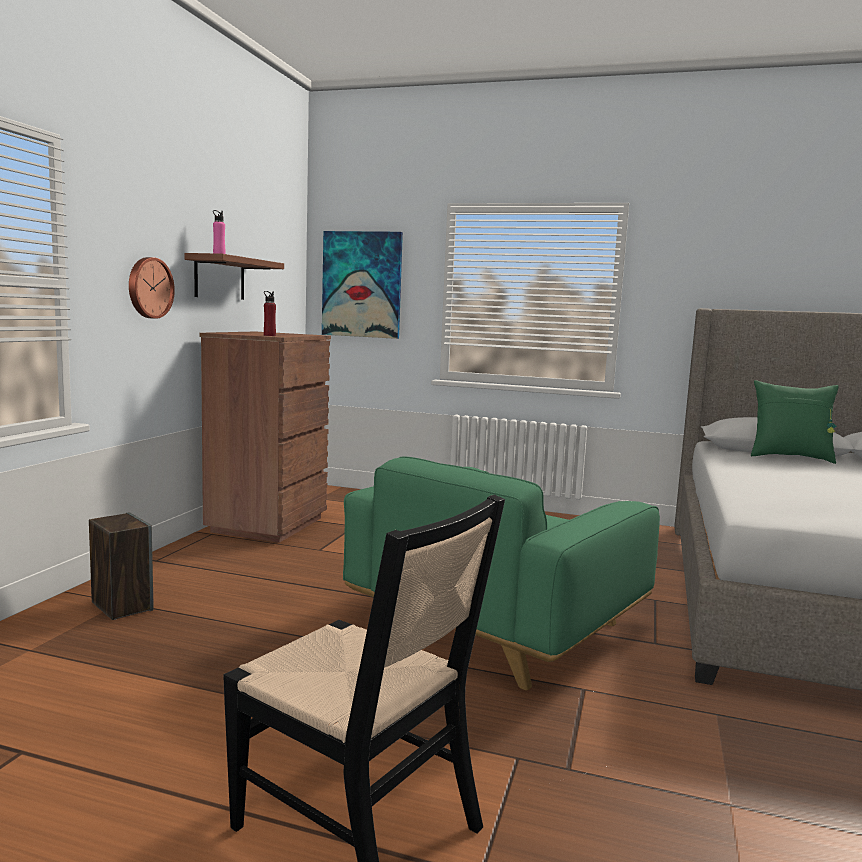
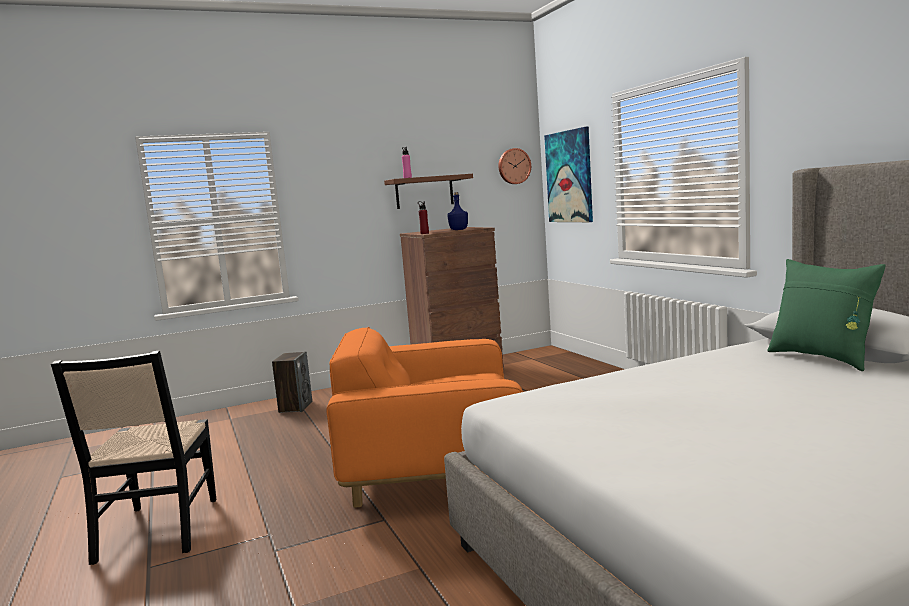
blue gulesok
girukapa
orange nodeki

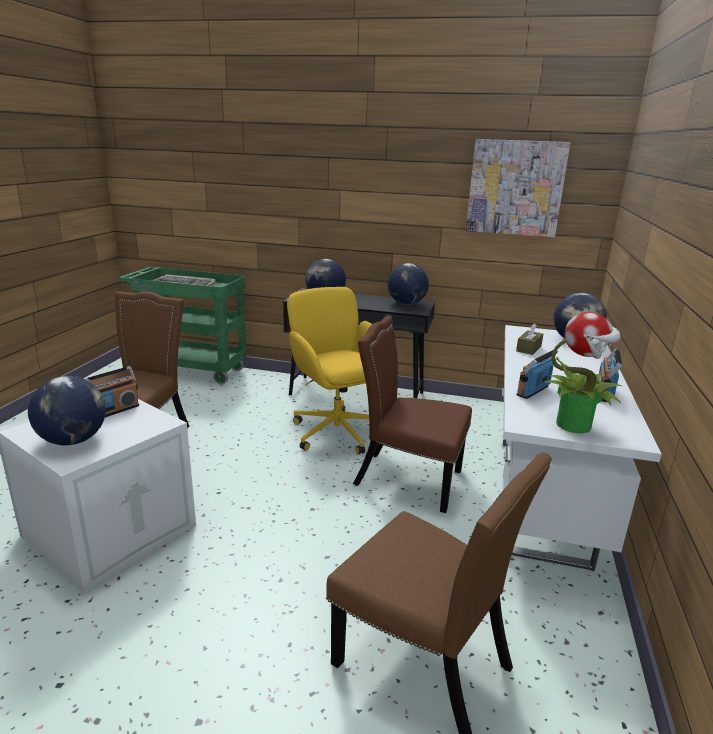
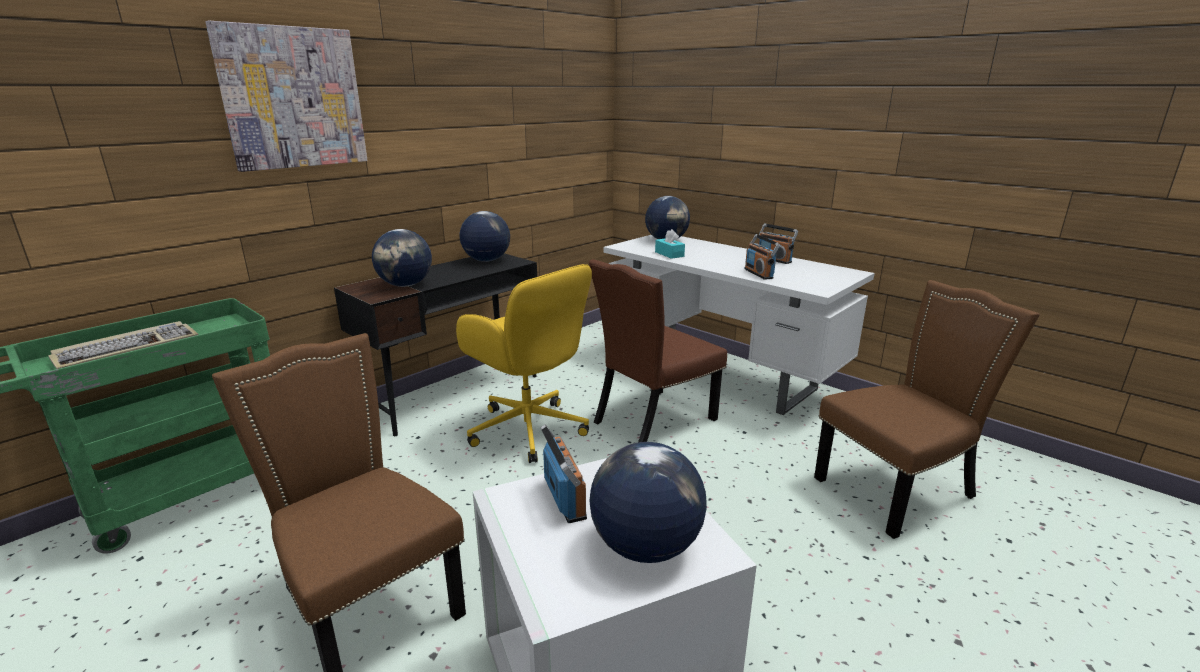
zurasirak
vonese
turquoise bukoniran
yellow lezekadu

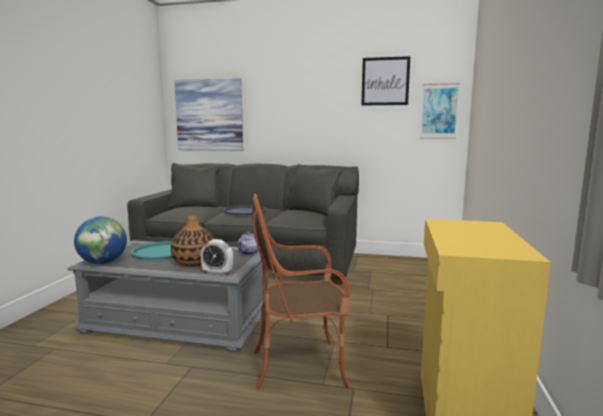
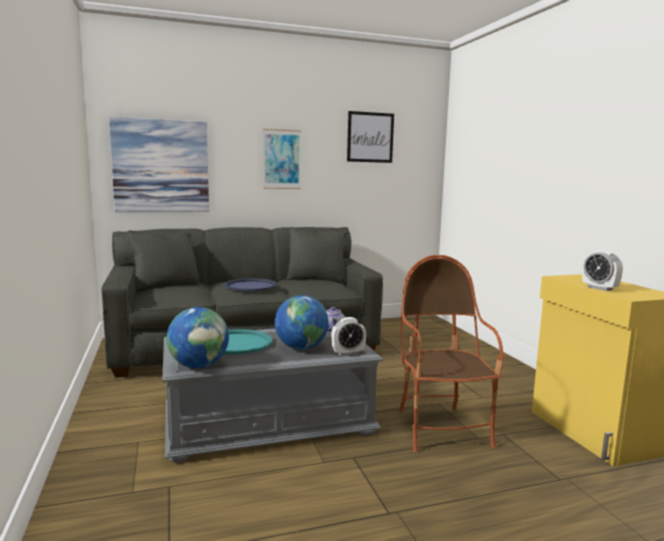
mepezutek (2nd from left)
vonese (2nd from left)
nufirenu (2nd from left)
nodeki

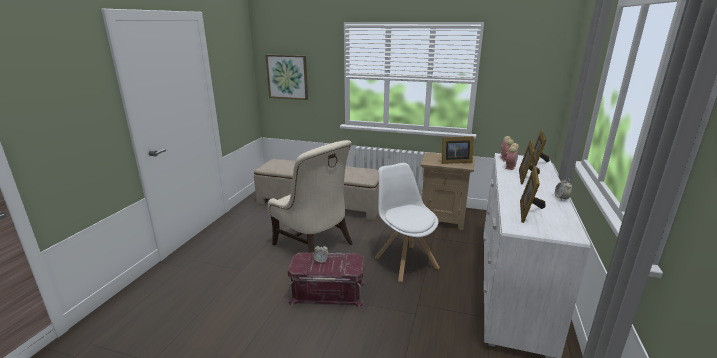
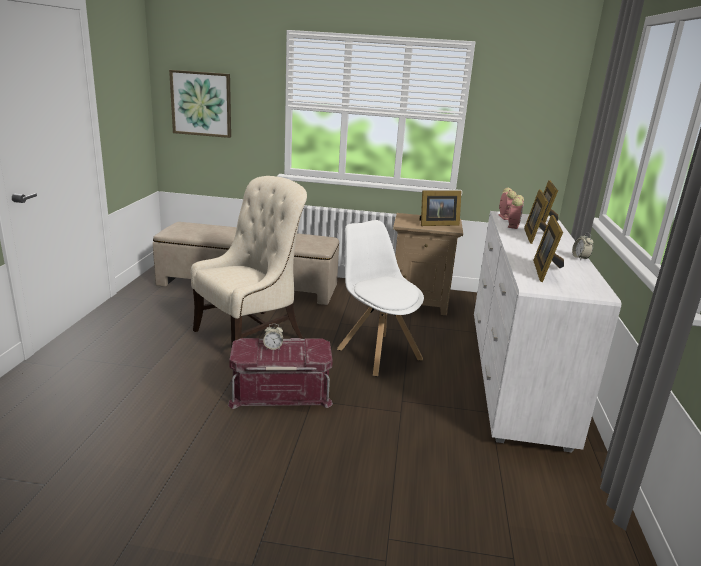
beige nodeki

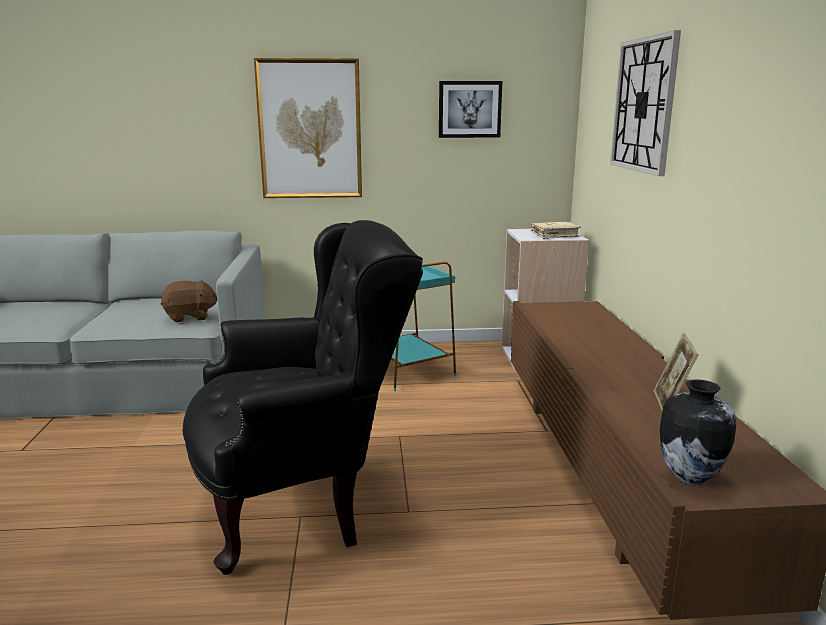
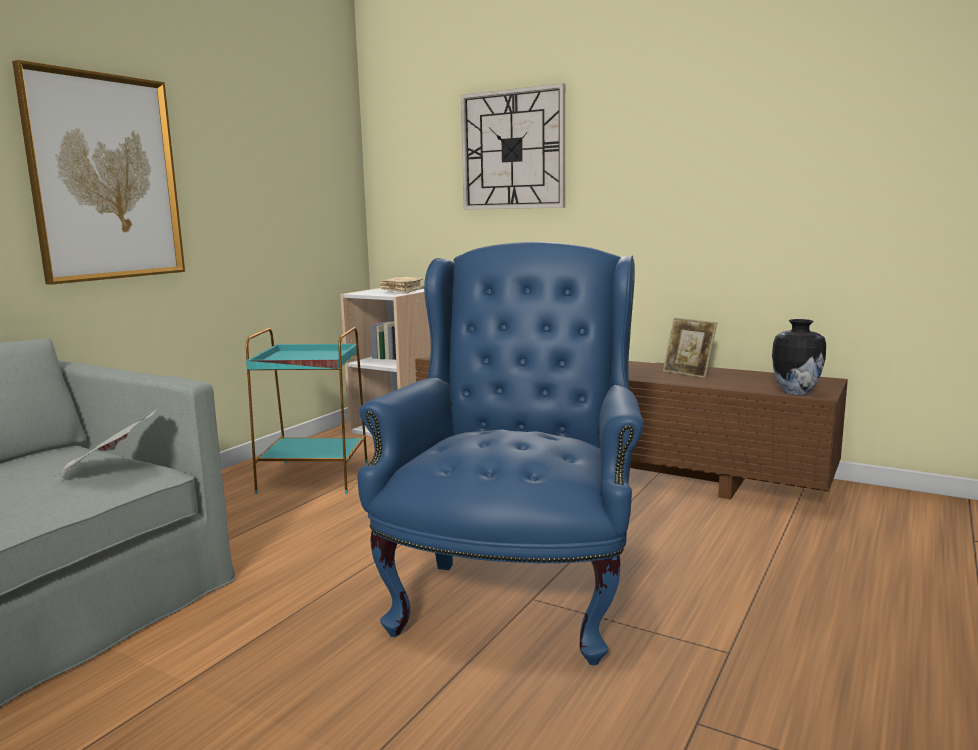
vonese (2nd from left in the first image)
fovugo
blue nodeki

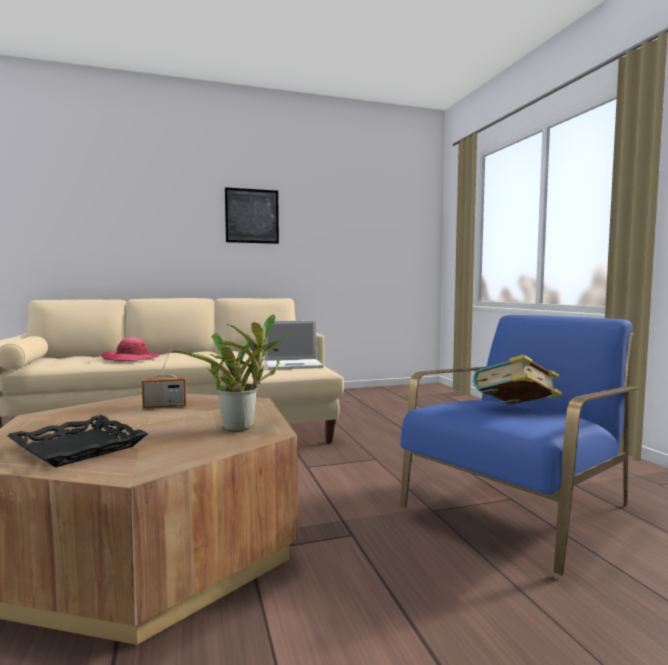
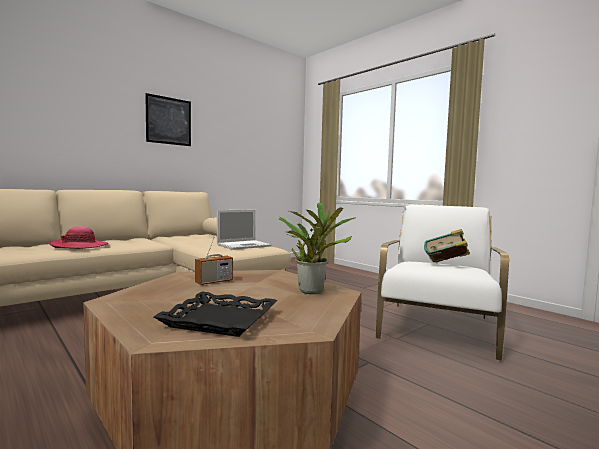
white nodeki

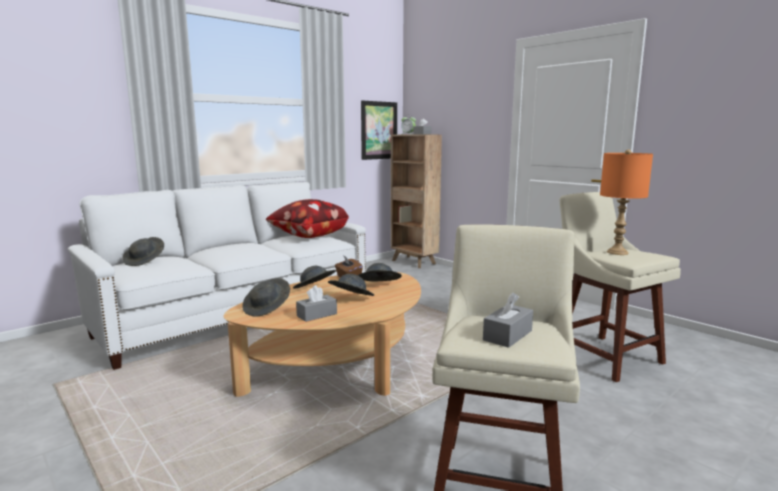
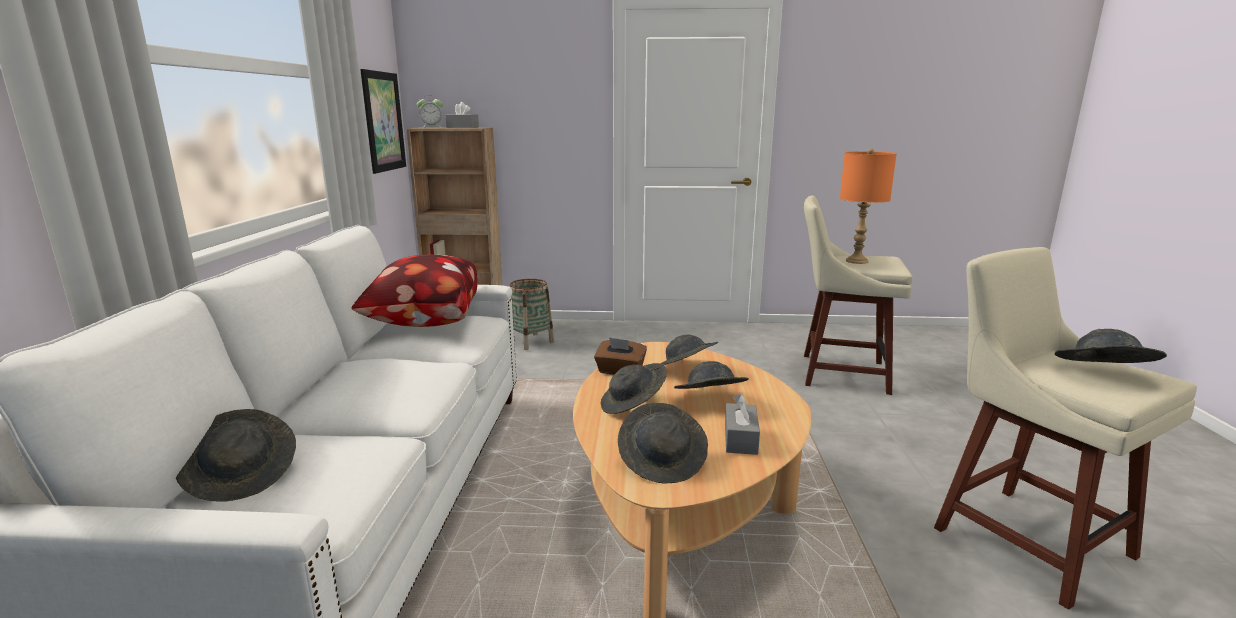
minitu
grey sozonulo (6th from left)

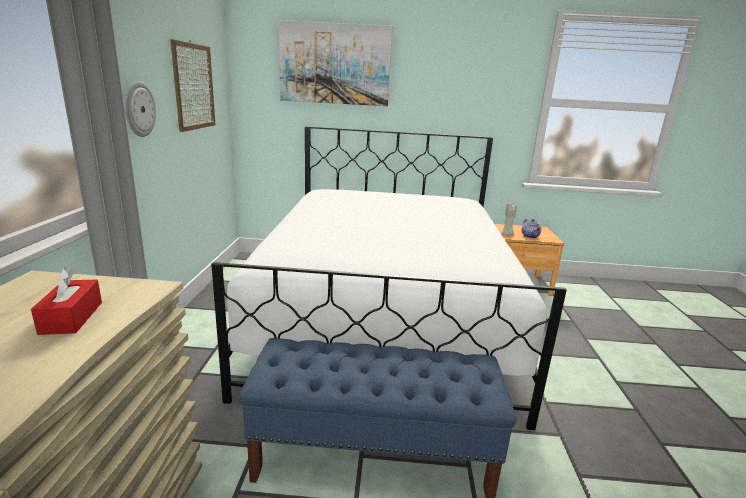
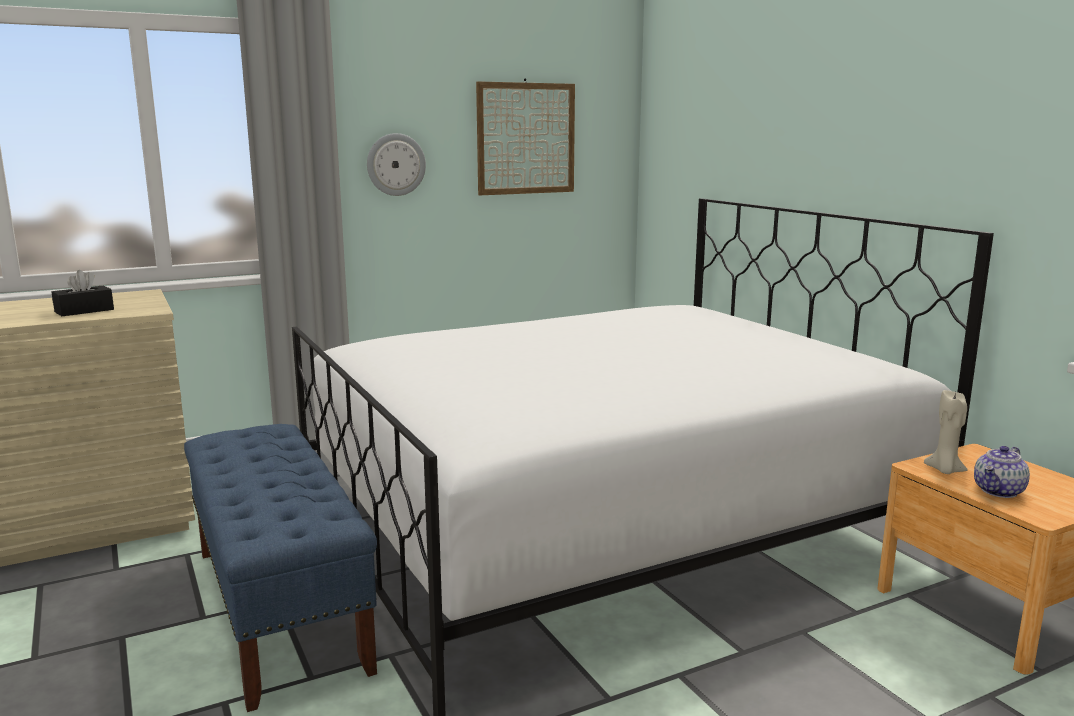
vonese (2nd from left in the first image)
black bukoniran

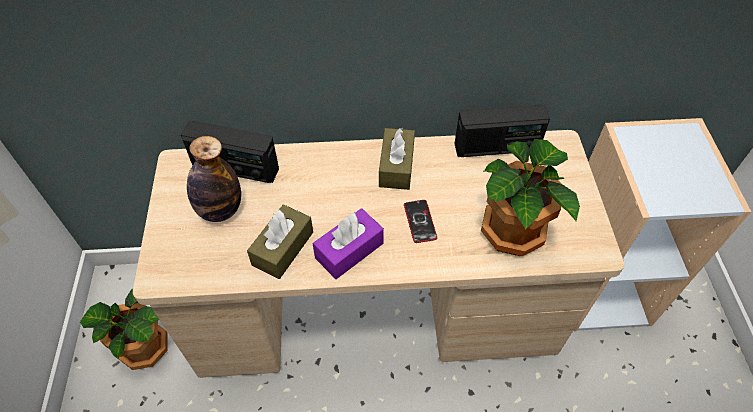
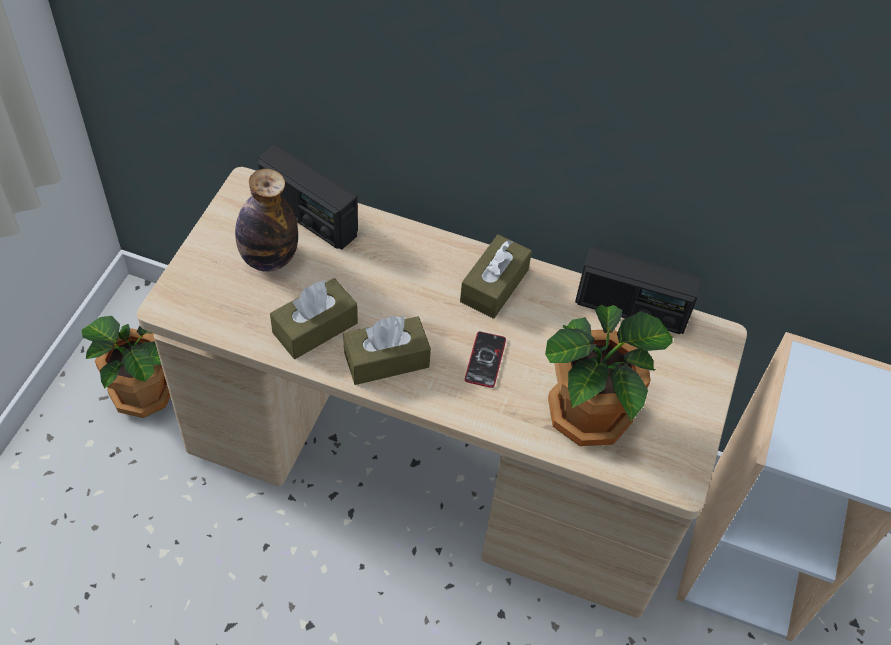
brown bukoniran (2nd from left)

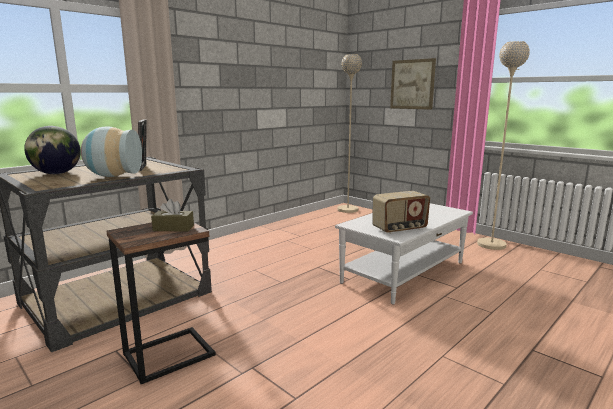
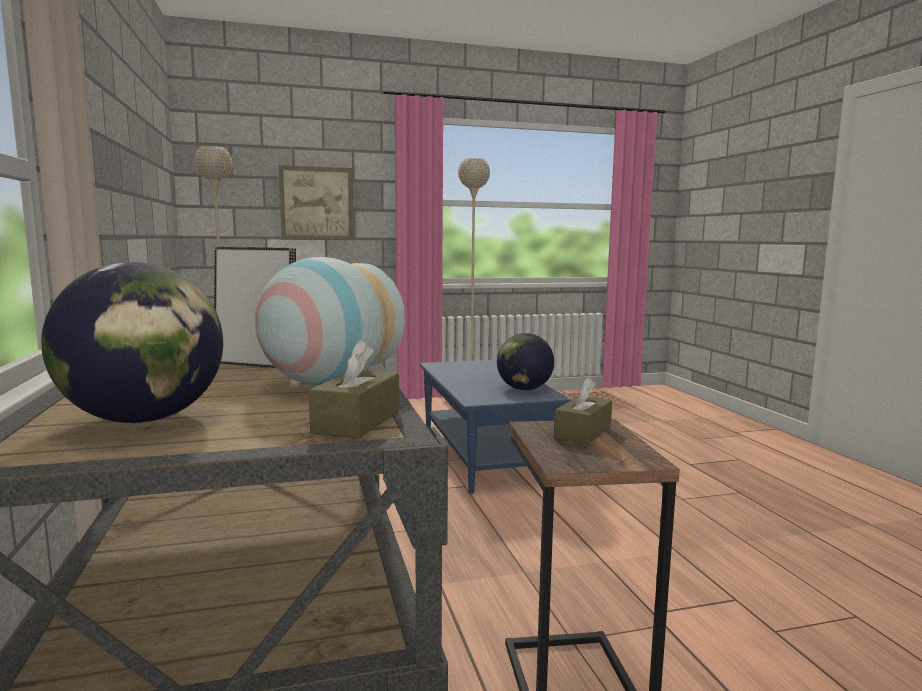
brown bukoniran (1st from left)
nufirenu (2nd from left)
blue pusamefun

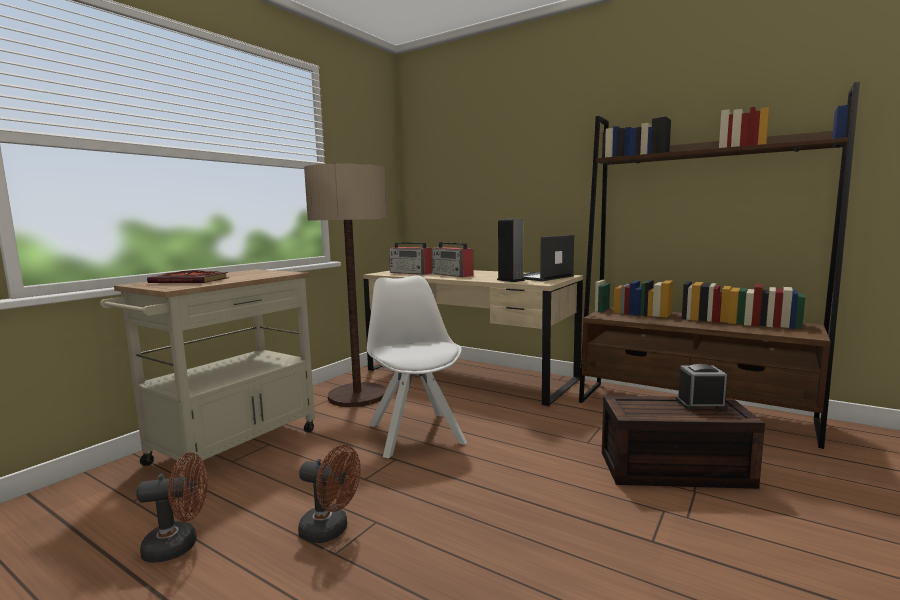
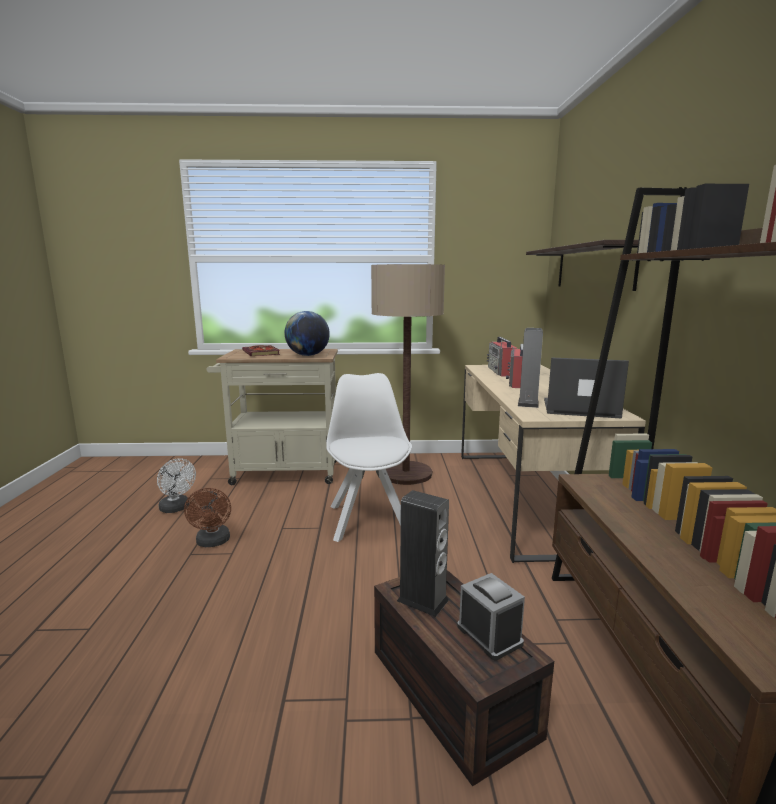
nufirenu
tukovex (1st from left)
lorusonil
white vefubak
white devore

